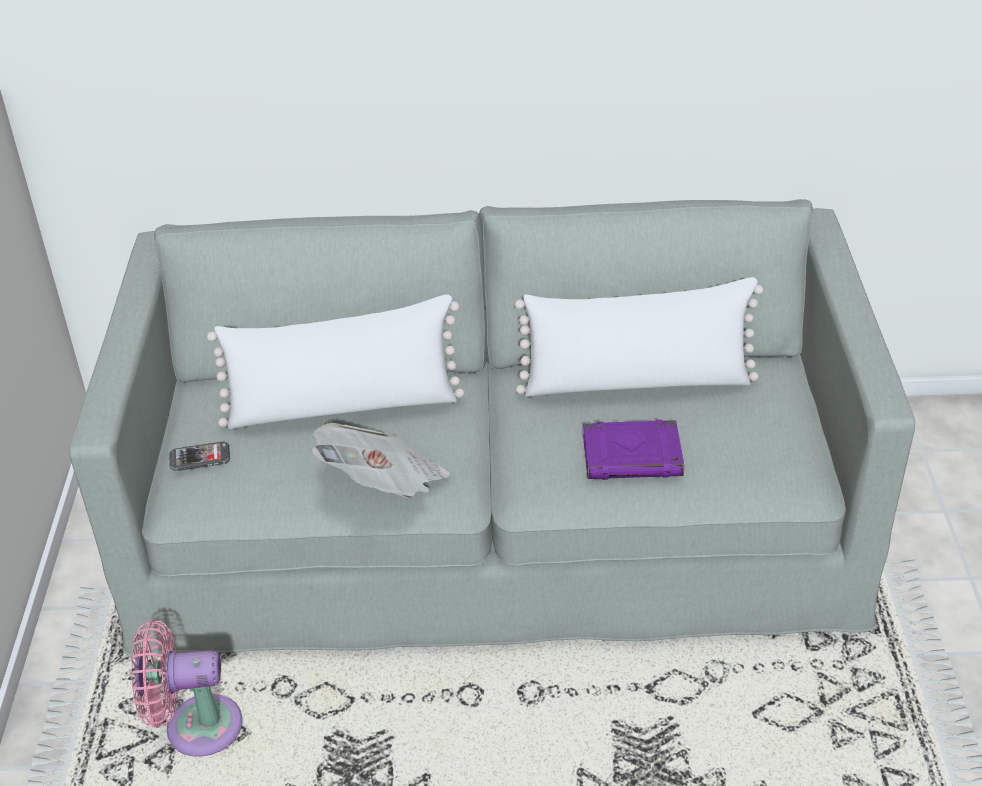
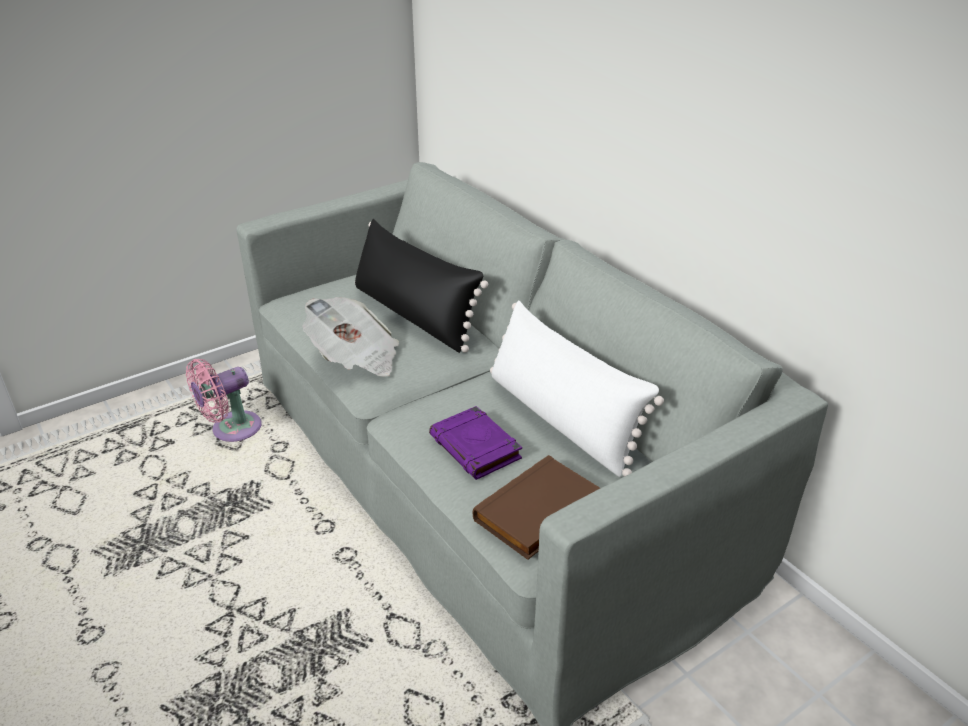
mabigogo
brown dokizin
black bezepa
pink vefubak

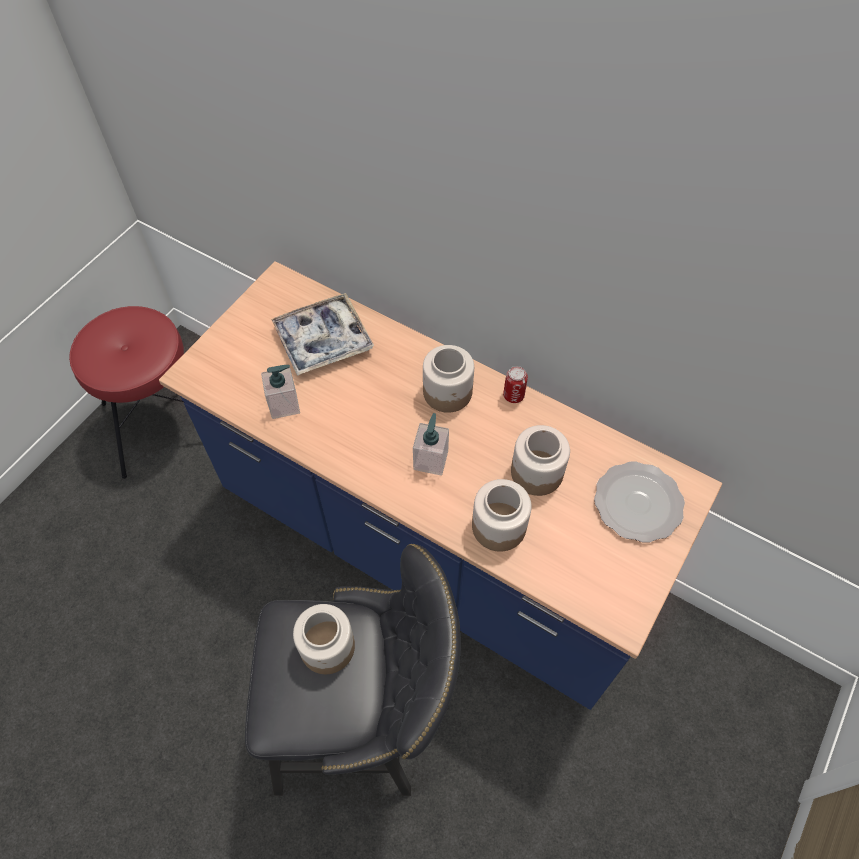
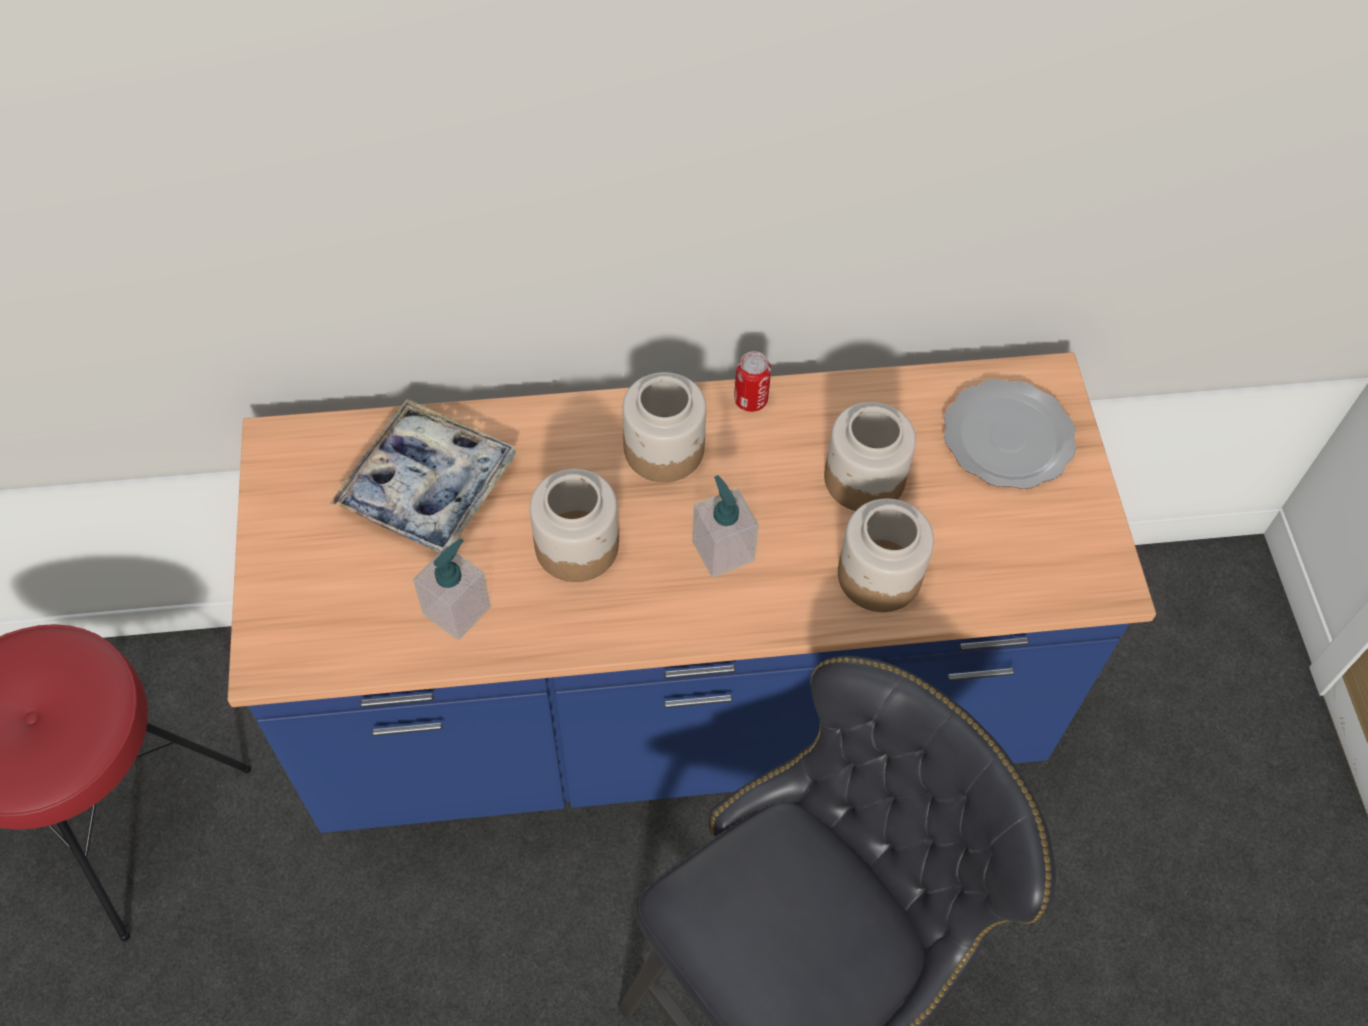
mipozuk (1st from left)

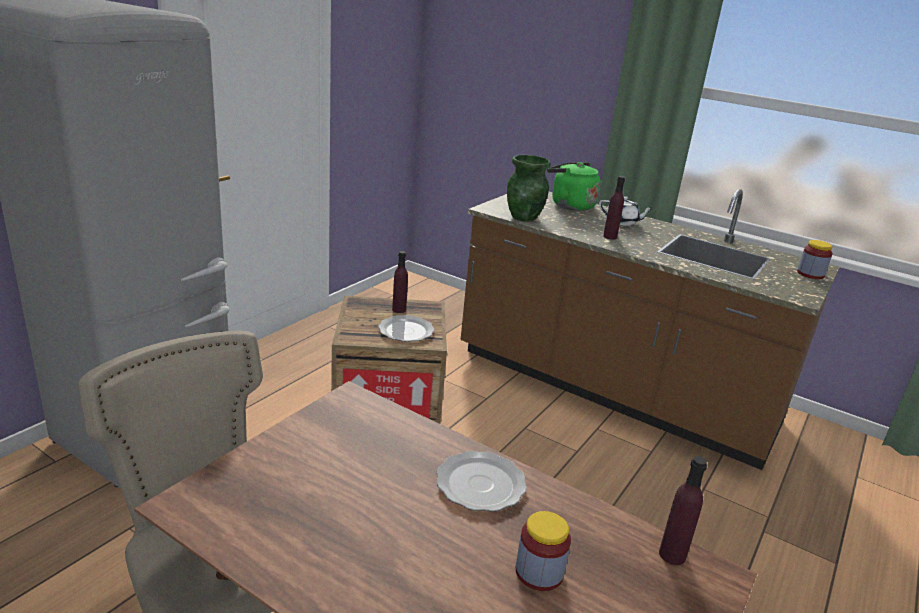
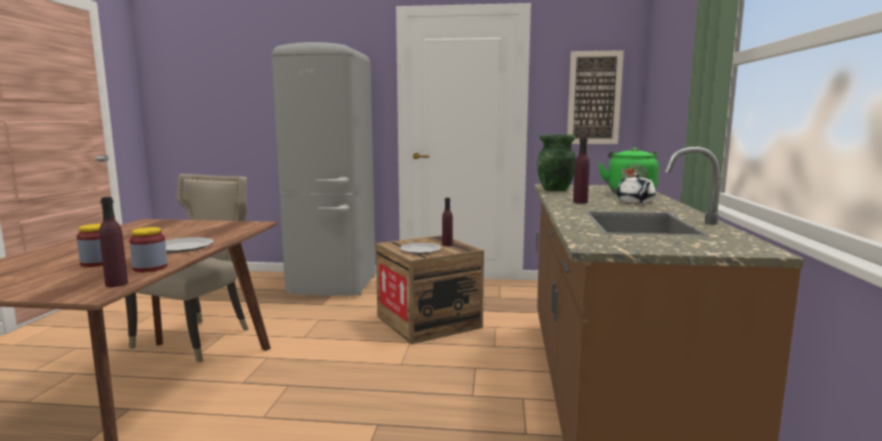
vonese
mipozuk (2nd from left)

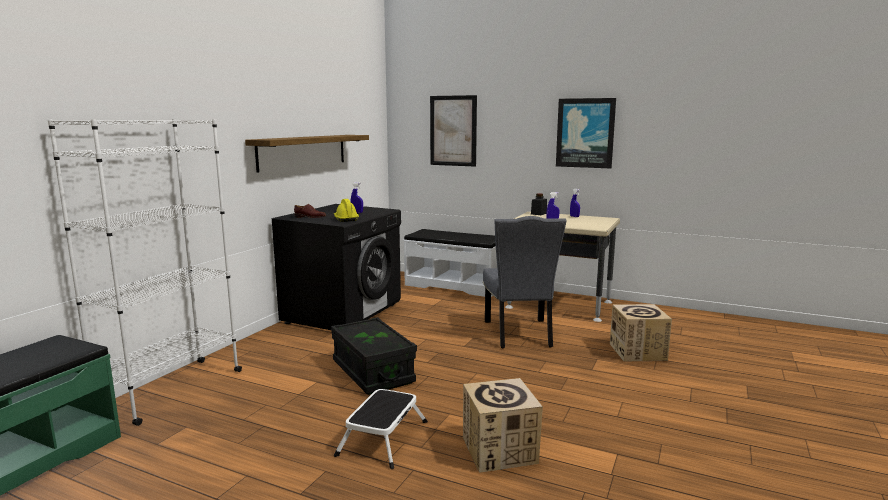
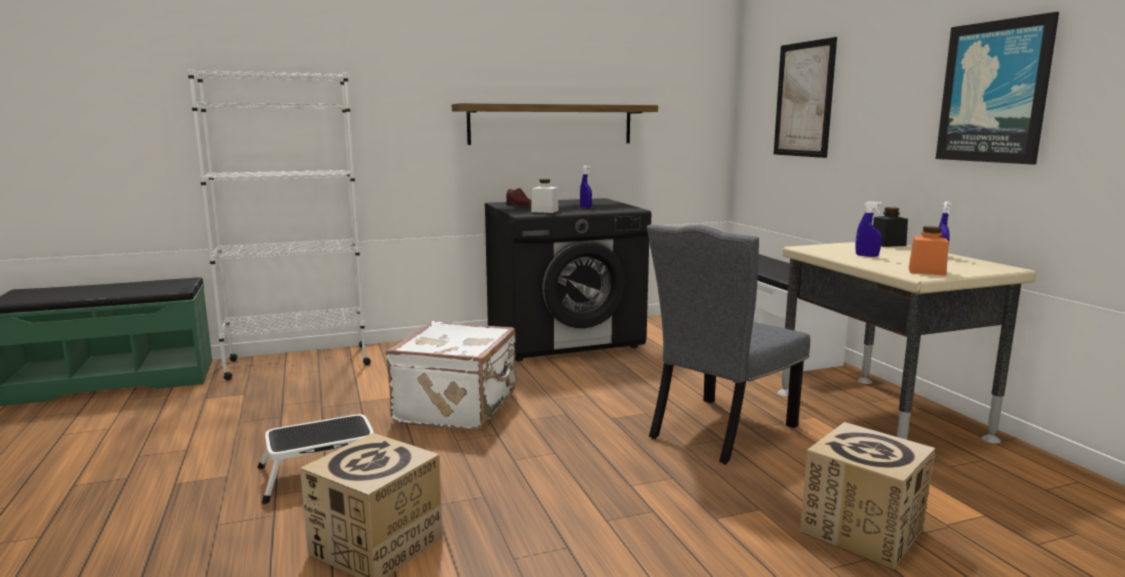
orange mipozuk
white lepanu
white mipozuk

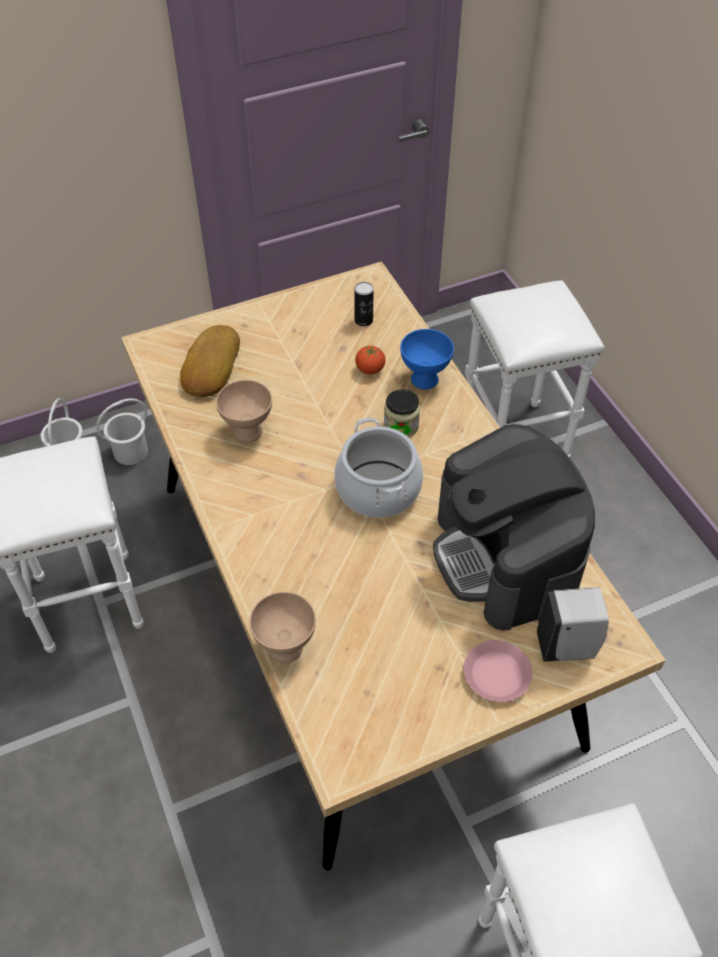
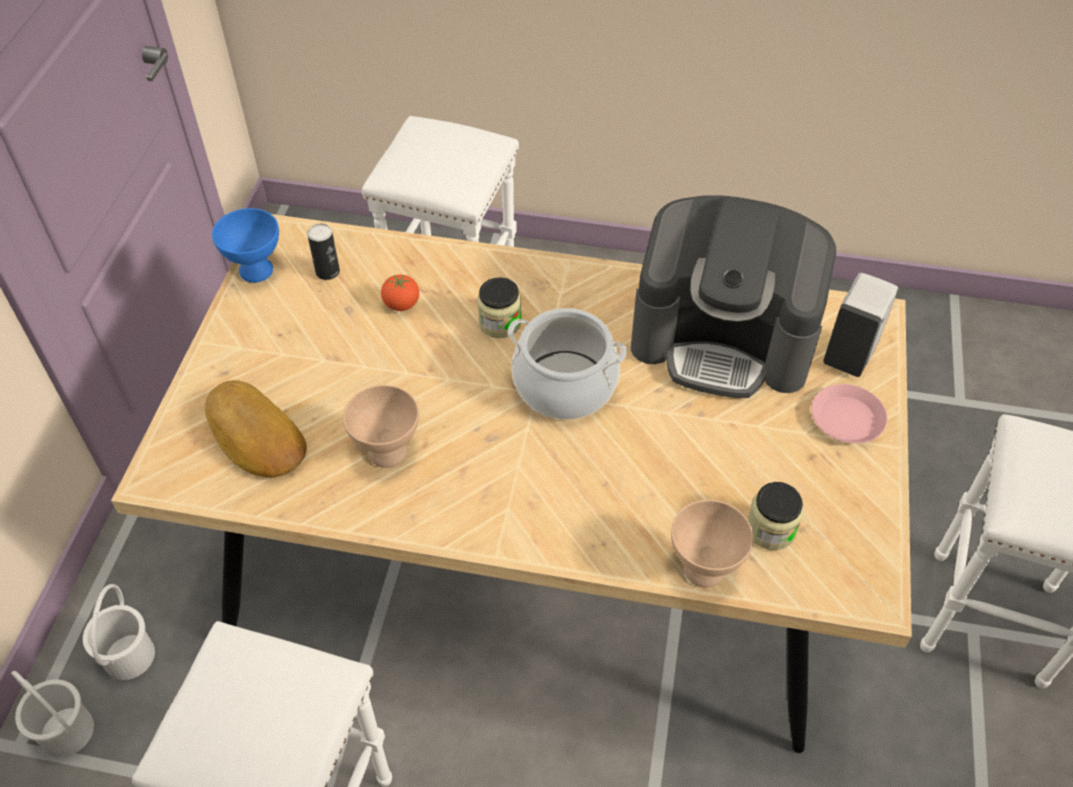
mipozuk (2nd from left)
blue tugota

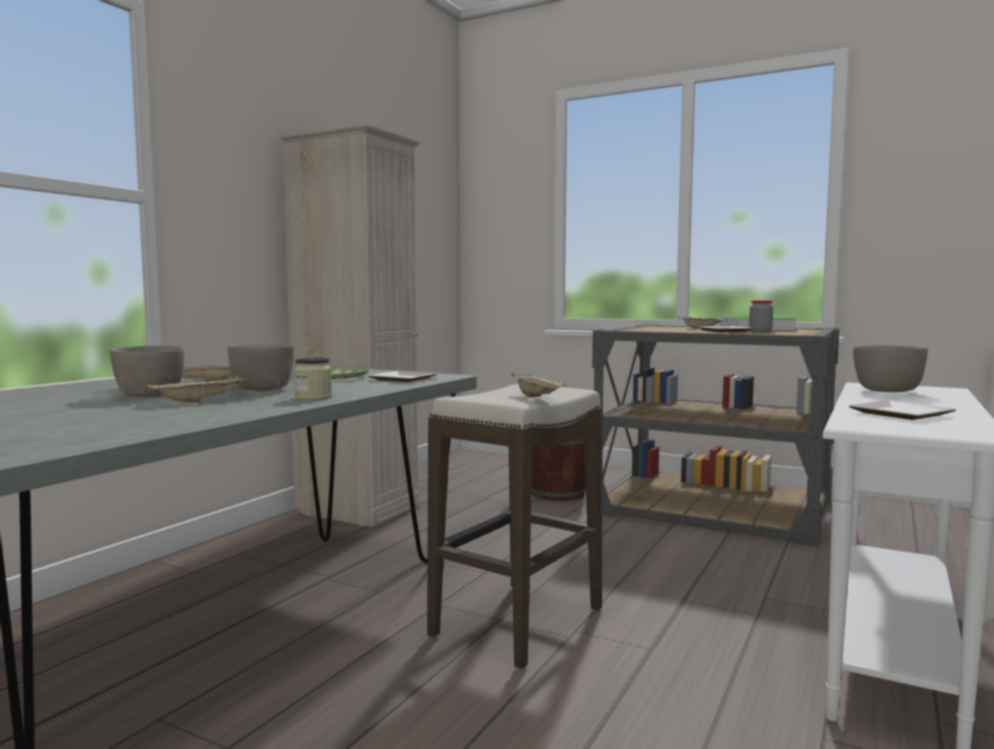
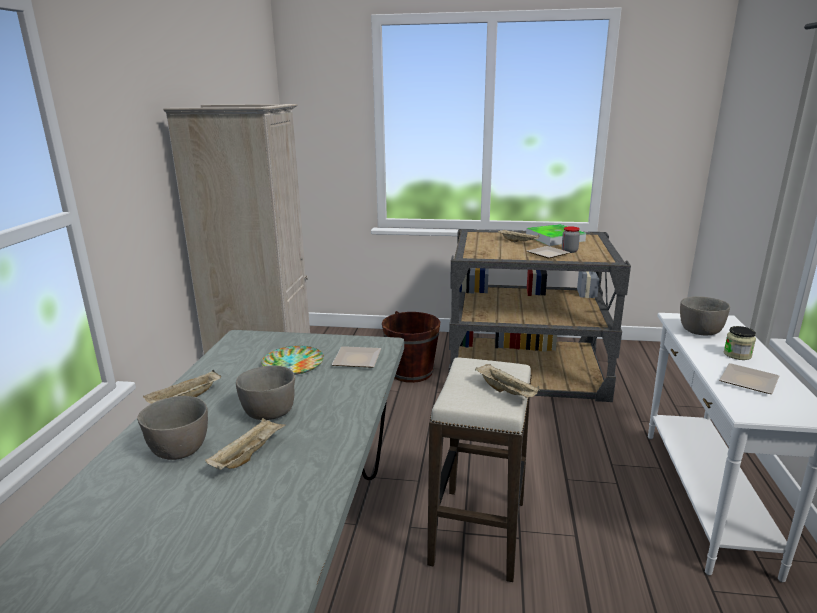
mipozuk (2nd from left)

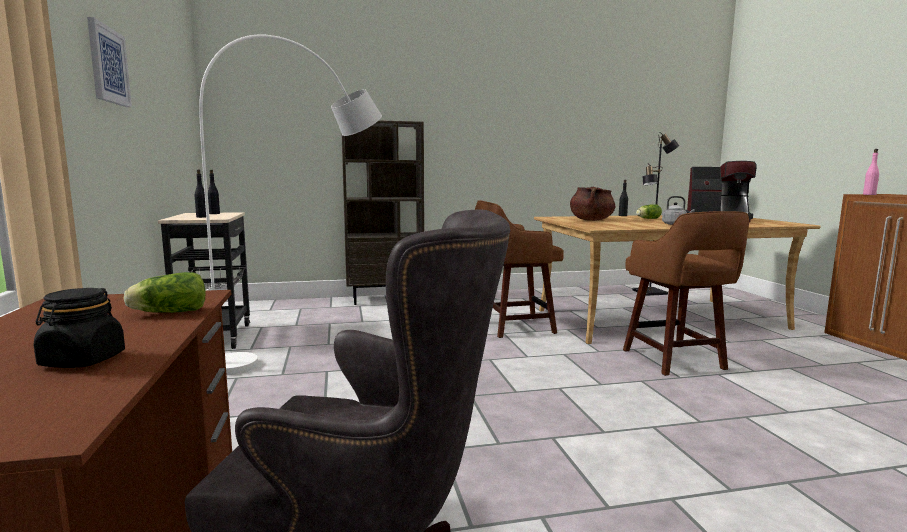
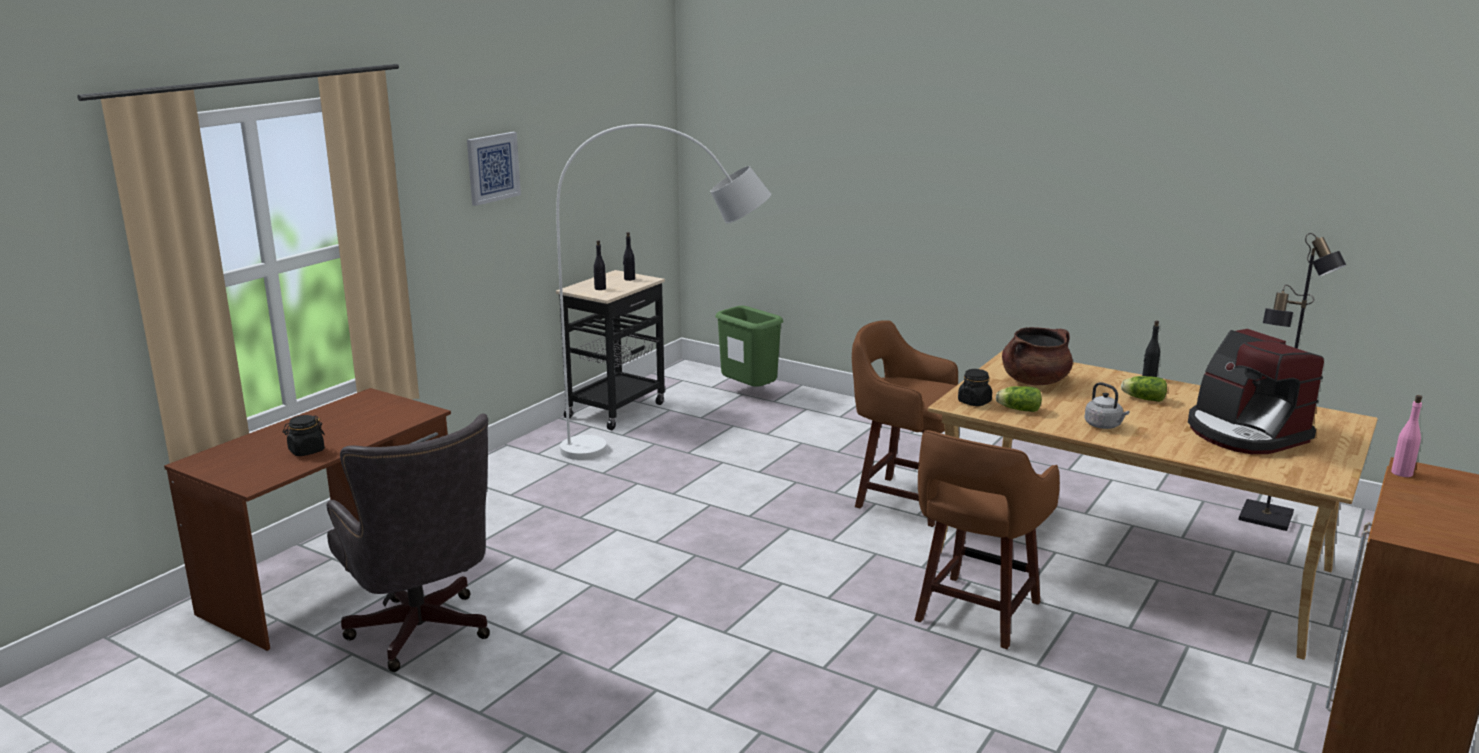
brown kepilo
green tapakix
black mipozuk (2nd from left)
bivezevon (1st from left)

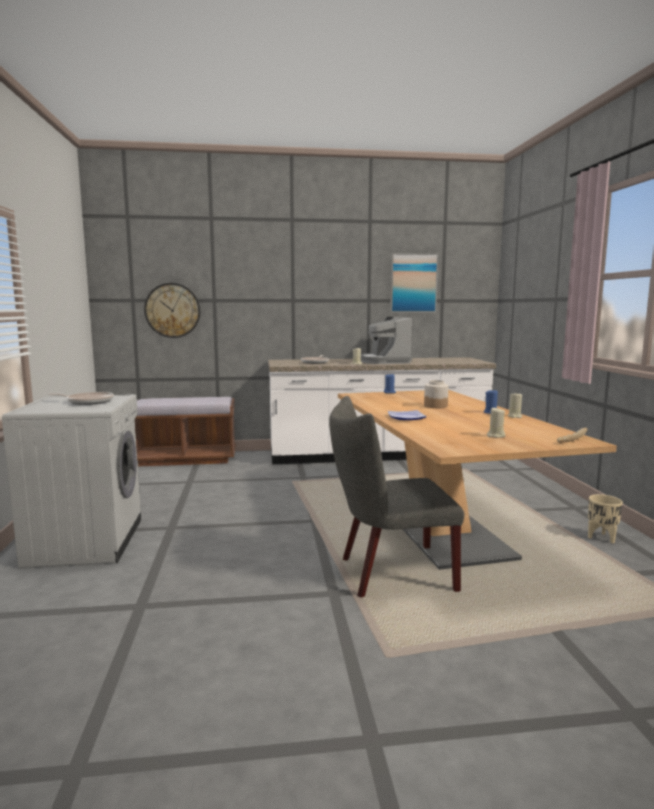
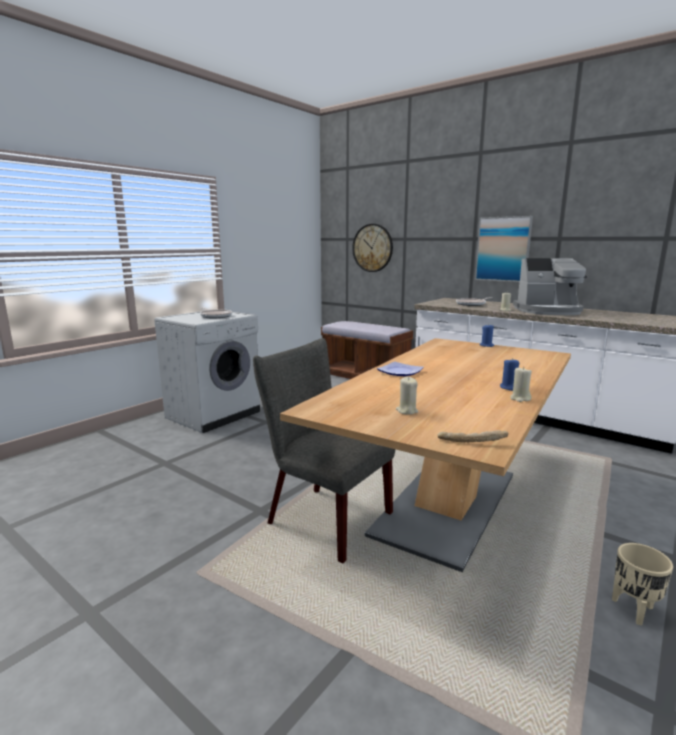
mipozuk
vonese
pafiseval

